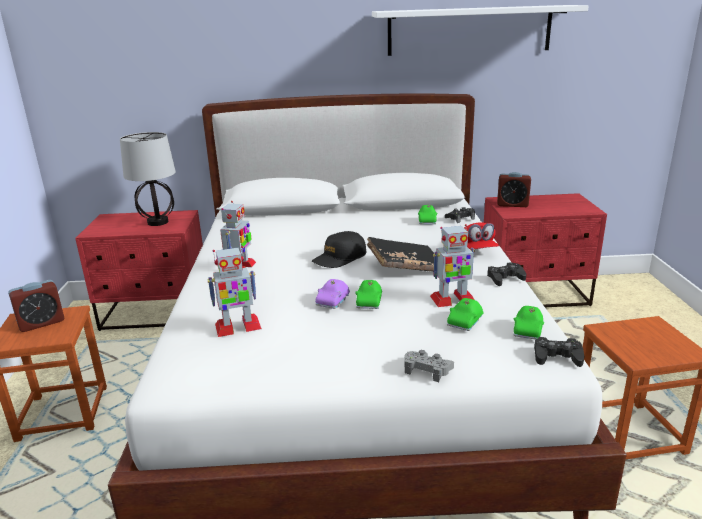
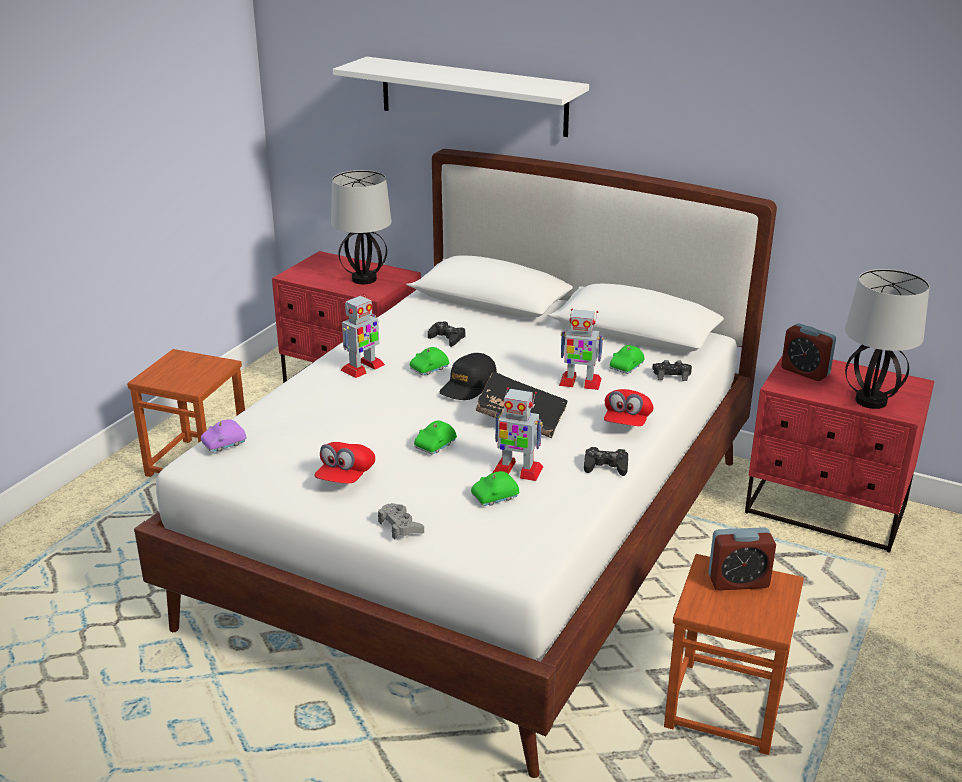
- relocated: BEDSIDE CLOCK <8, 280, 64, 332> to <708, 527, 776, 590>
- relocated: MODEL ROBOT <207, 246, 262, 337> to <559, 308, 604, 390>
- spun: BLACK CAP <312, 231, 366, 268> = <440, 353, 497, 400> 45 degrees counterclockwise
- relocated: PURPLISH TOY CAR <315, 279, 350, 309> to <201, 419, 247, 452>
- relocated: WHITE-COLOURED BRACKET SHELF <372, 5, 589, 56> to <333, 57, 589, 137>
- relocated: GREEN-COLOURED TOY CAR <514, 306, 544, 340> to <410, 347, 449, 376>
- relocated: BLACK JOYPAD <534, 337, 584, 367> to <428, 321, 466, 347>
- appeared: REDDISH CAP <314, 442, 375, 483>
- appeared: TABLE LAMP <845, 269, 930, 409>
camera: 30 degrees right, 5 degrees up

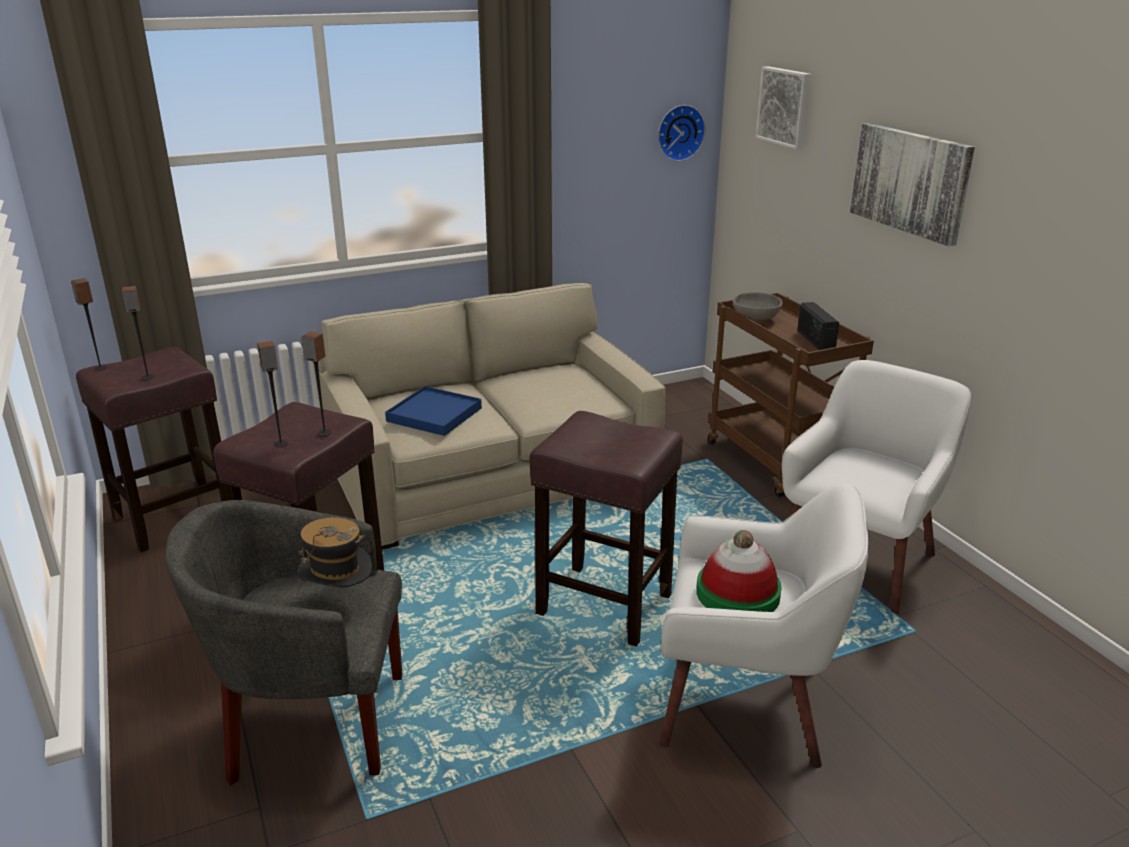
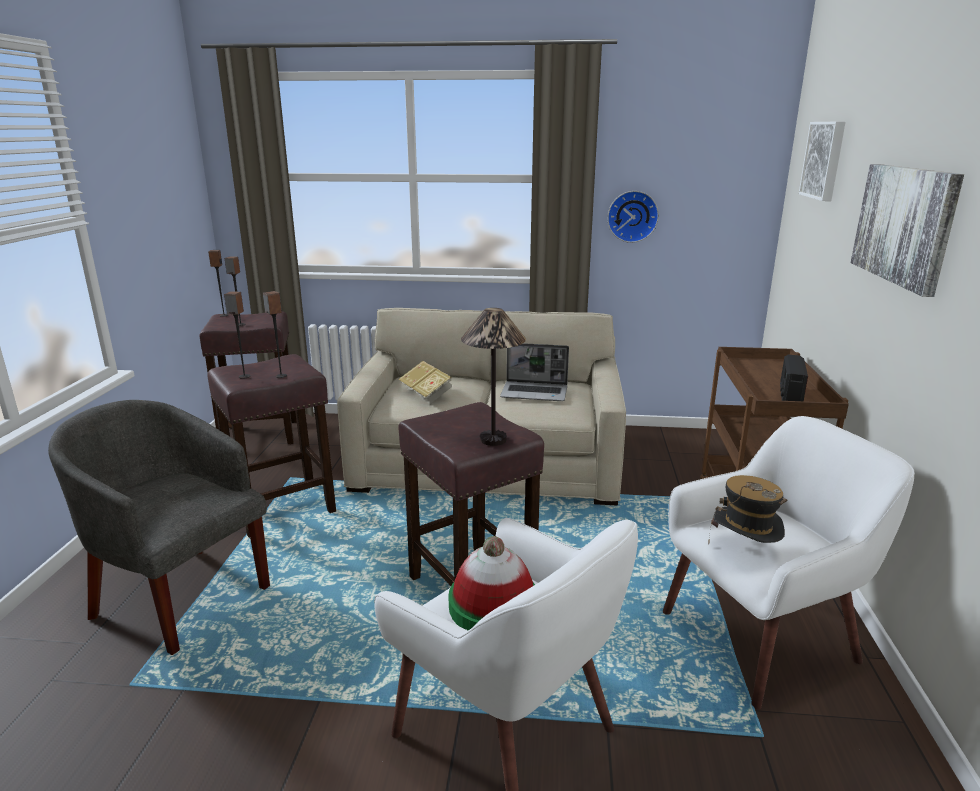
- relocated: HAT <298, 517, 372, 601> to <708, 475, 787, 545>
- exchanged: BLUE-COLOURED CARRYING TRAY <385, 386, 482, 436> to BOOK <398, 361, 453, 405>
- relocated: WALL CLOCK <658, 105, 706, 161> to <607, 191, 659, 243>
- missing: GREYISH BOWL <733, 292, 783, 320>
- appeared: TABLE LAMP <461, 308, 526, 446>
- appeared: LAPTOP <500, 343, 569, 401>
camera: 30 degrees right, 5 degrees down

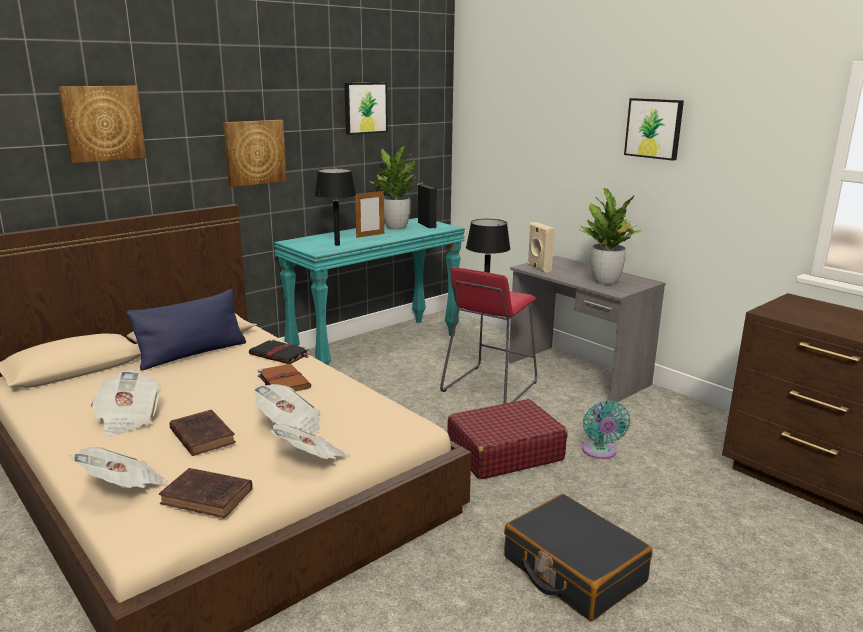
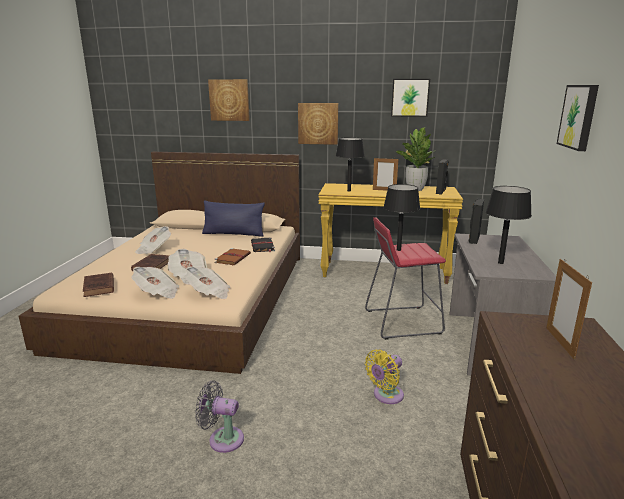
- relocated: NEWSPAPER <70, 447, 168, 488> to <185, 267, 230, 299>
- colour: TURQUOISE-COLOURED HALL TABLE <274, 218, 465, 365> to YELLOW-COLOURED HALL TABLE <318, 183, 463, 284>
- missing: REDDISH SUITCASE <447, 399, 568, 480>
- exchanged: BLACK SUITCASE <504, 494, 652, 621> to GREYISH FAN <195, 380, 244, 453>
- colour: SAND-COLOURED AUDIO SPEAKER <528, 222, 555, 273> to BLACK AUDIO SPEAKER <468, 198, 484, 244>
- exchanged: POTTED PLANT <581, 188, 643, 285> to BLACK TABLE LAMP <485, 186, 532, 264>
- colour: TURQUOISE-COLOURED FAN <582, 400, 630, 459> to YELLOW-COLOURED FAN <365, 349, 404, 404>
- appeared: PHOTO FRAME <546, 259, 592, 359>
camera: 50 degrees right, 0 degrees up

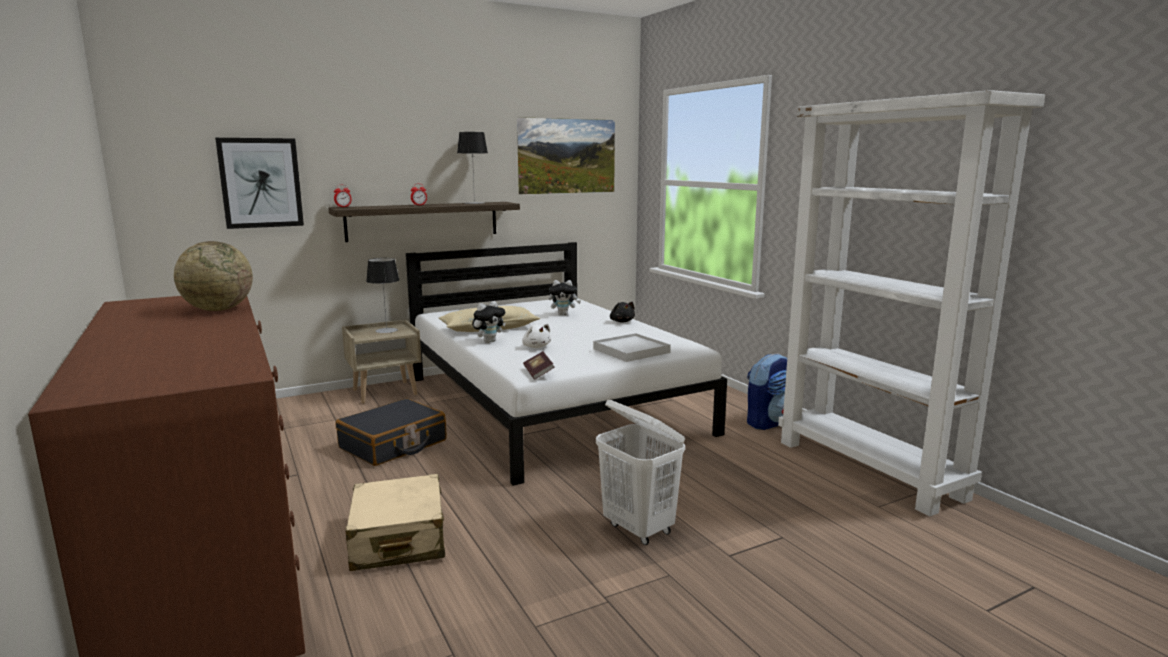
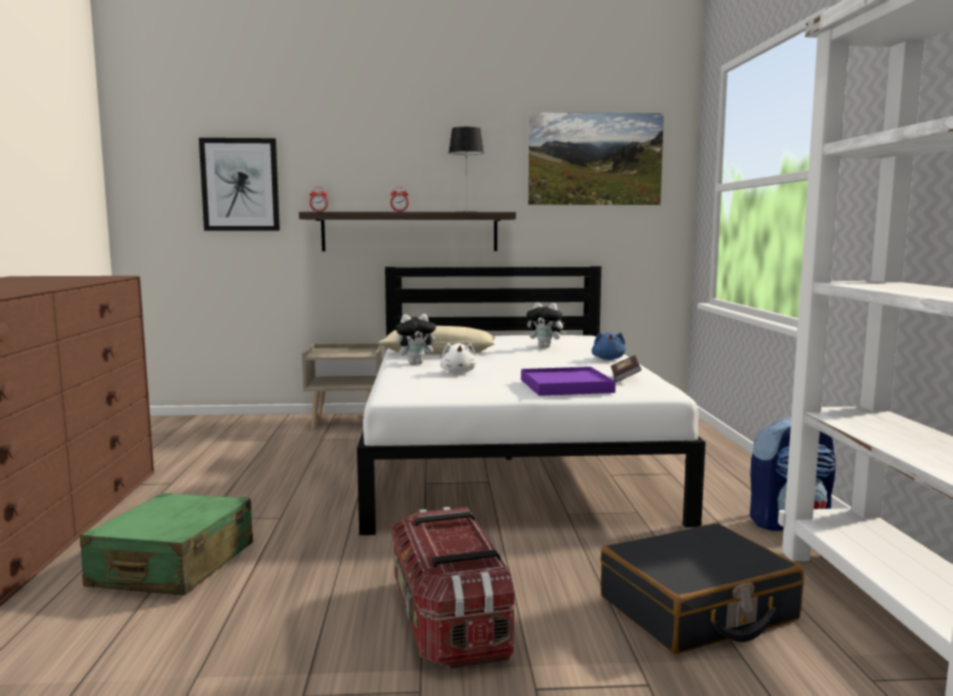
- missing: DESK GLOBE <174, 241, 253, 311>
- relocated: BLACK SUITCASE <336, 399, 446, 466> to <600, 523, 804, 654>
- colour: SAND-COLOURED SUITCASE <346, 474, 445, 571> to GREEN-COLOURED SUITCASE <79, 493, 253, 595>
- missing: TABLE LAMP <366, 258, 399, 333>
- relocated: BOOK <523, 351, 554, 379> to <611, 355, 642, 382>
- colour: WHITE-COLOURED CARRYING TRAY <593, 333, 671, 362> to PURPLISH CARRYING TRAY <521, 367, 616, 396>
- exchanged: WHITE-COLOURED WASHING BASKET <596, 400, 685, 545> to STORAGE BOX <391, 507, 514, 669>
- colour: BLACK CUDDLY TOY <610, 302, 635, 323> to BLUE-COLOURED CUDDLY TOY <592, 332, 626, 360>
camera: 25 degrees right, 5 degrees down

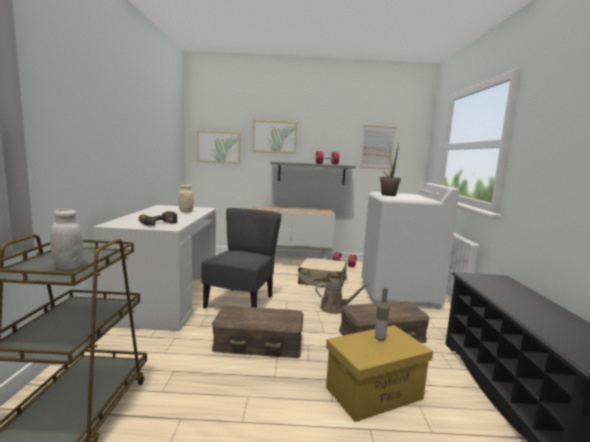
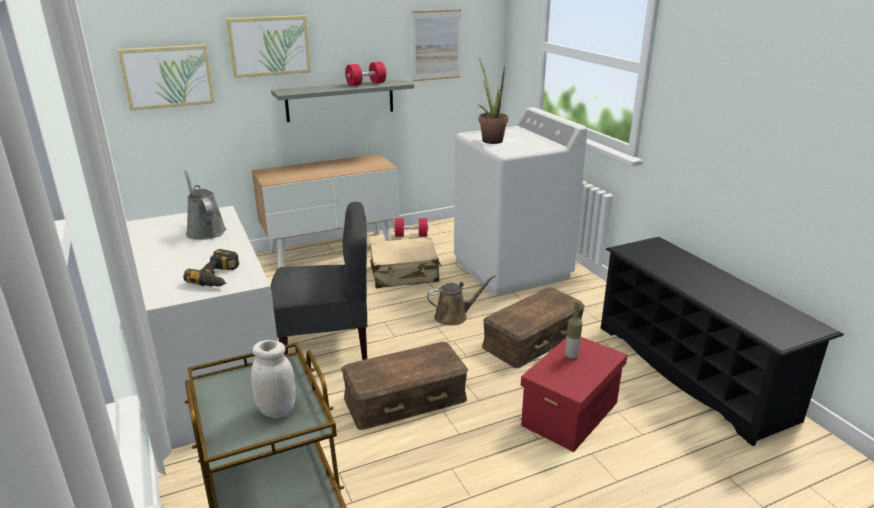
- exchanged: SAND-COLOURED JAR <178, 184, 194, 213> to GREYISH WATERING CAN <184, 171, 226, 240>
- spun: GREYISH PLAIN CHAIR <201, 208, 282, 308> = <271, 202, 367, 360> 90 degrees clockwise
- colour: YELLOW-COLOURED STORAGE BOX <326, 325, 433, 422> to REDDISH STORAGE BOX <521, 337, 627, 452>
camera: 25 degrees left, 15 degrees up

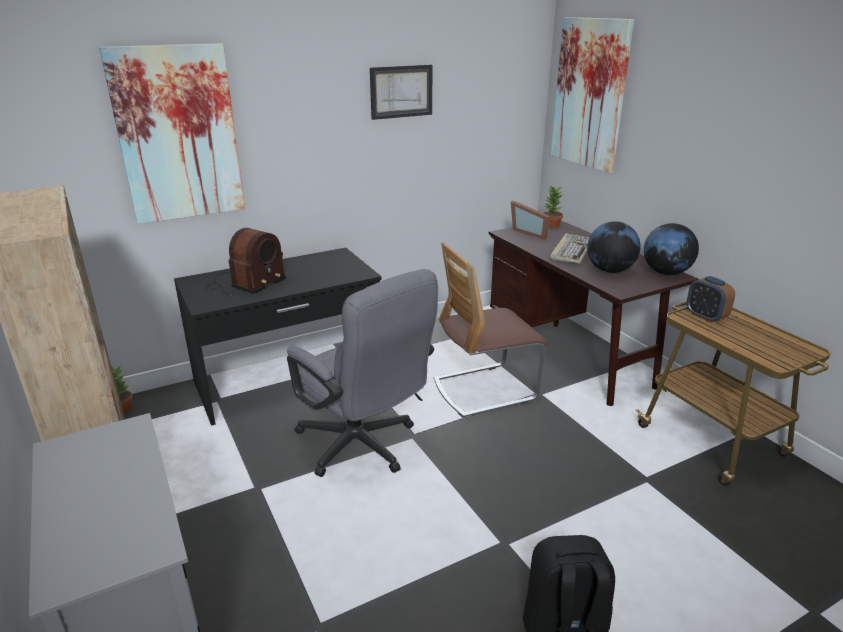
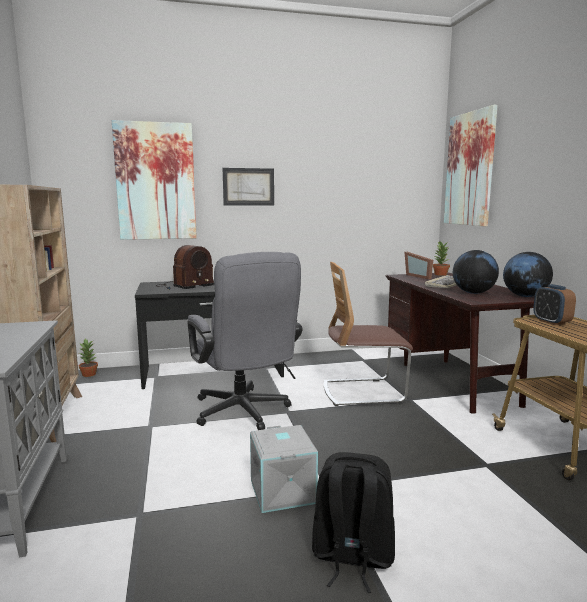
- relocated: WALL PICTURE <370, 65, 432, 120> to <223, 168, 274, 206>
- appeared: GREYISH STORAGE BOX <250, 425, 318, 513>
camera: 15 degrees right, 15 degrees down

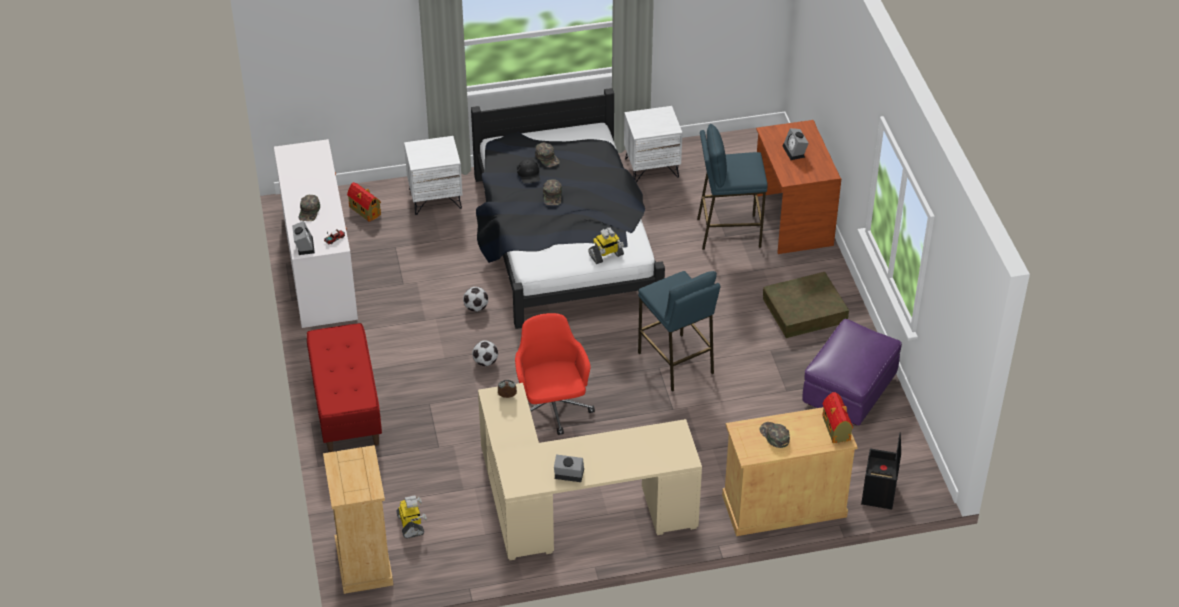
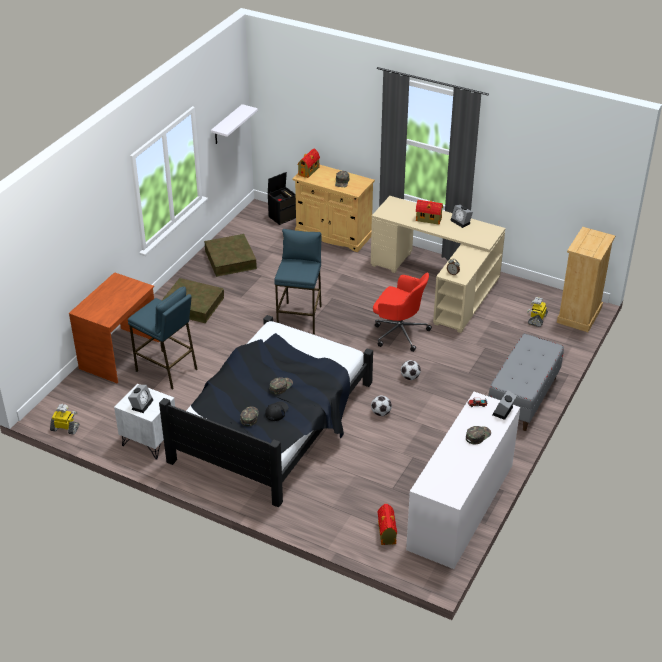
- colour: REDDISH LONG SEAT <307, 323, 382, 452> to GREYISH LONG SEAT <488, 334, 564, 431>
- missing: WHITE-COLOURED NIGHTSTAND <404, 136, 462, 215>
- spun: REDDISH COMPUTER CHAIR <515, 313, 595, 435> = <373, 273, 432, 352> 90 degrees counterclockwise
- relocated: MODEL ROBOT <588, 227, 624, 264> to <50, 404, 79, 435>
- relocated: BEDSIDE CLOCK <783, 128, 809, 160> to <128, 385, 153, 413>
- exchanged: PURPLISH POUFFE <803, 319, 902, 425> to BROWN-COLOURED STORAGE BOX <204, 234, 257, 277>
- appeared: WHITE-COLOURED BRACKET SHELF <211, 104, 258, 144>
- appeared: MINIATURE HOUSE <416, 200, 443, 225>
camera: 140 degrees left, 5 degrees down

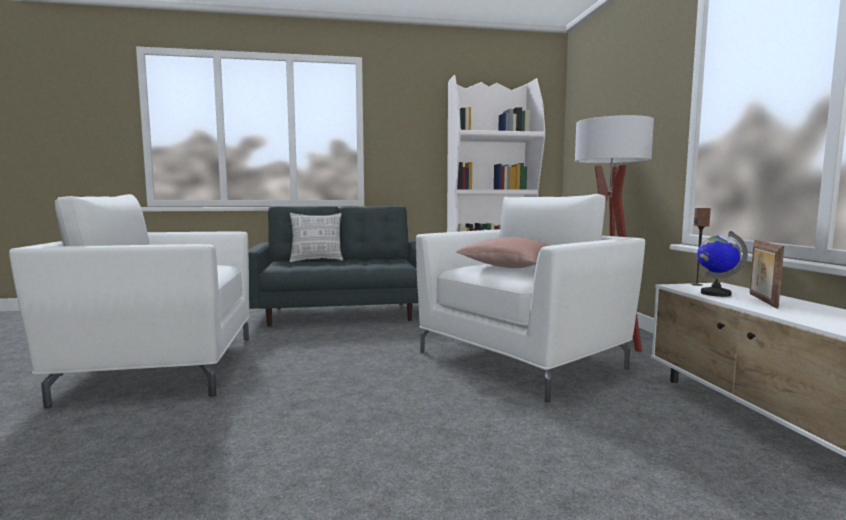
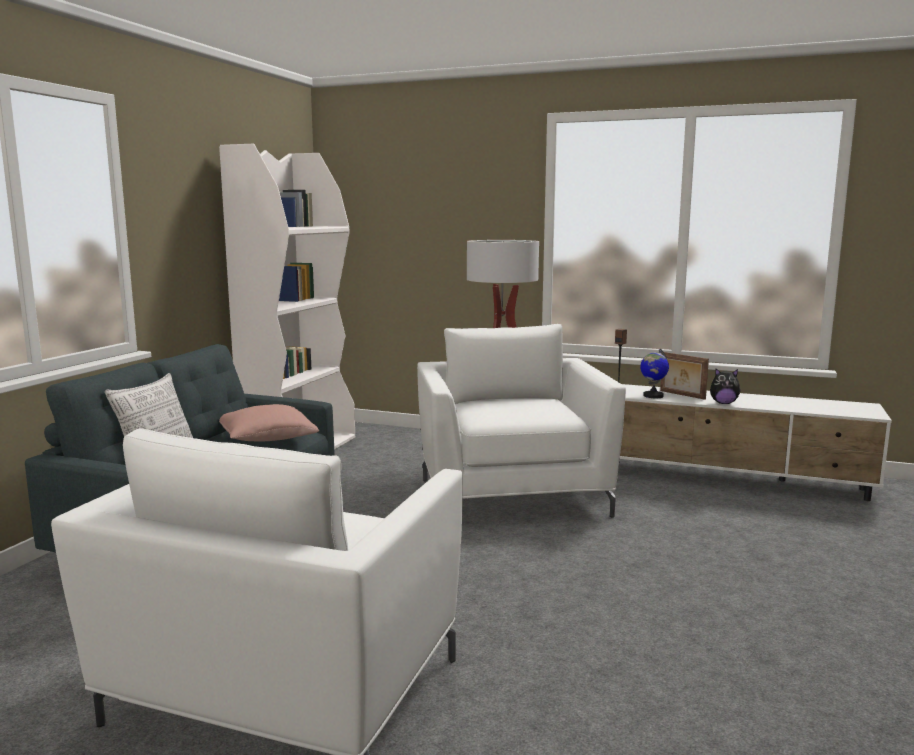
- relocated: PINK-COLOURED THROW PILLOW <456, 237, 550, 268> to <219, 404, 319, 441>
- appeared: CUDDLY TOY <710, 369, 741, 404>
camera: 60 degrees left, 5 degrees up

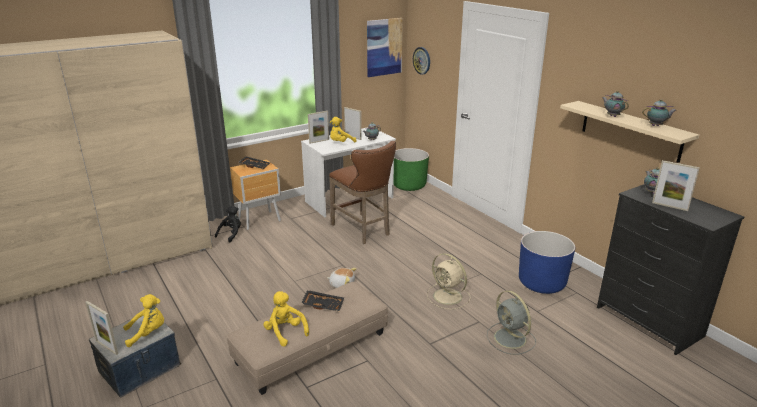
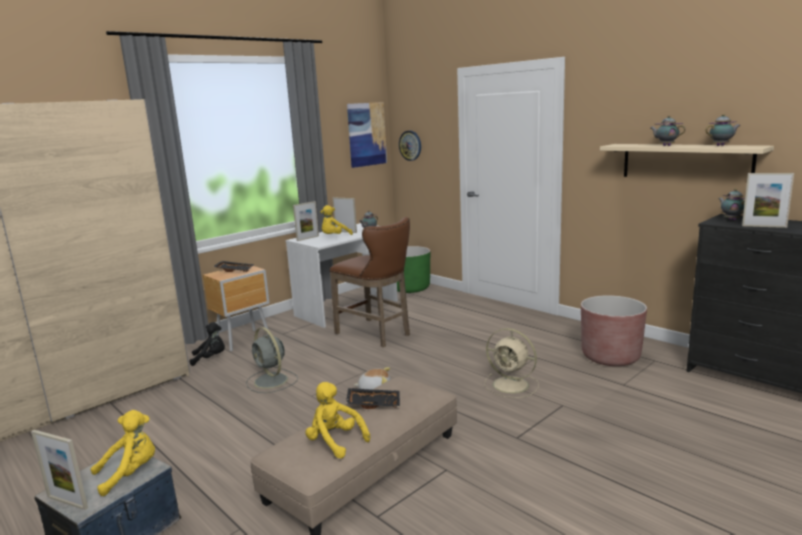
- spun: BLACK CUDDLY TOY <215, 206, 241, 242> = <190, 322, 225, 366> 60 degrees clockwise
- relocated: GREYISH FAN <487, 290, 536, 355> to <246, 327, 298, 393>
- colour: BLUE-COLOURED FLOWER POT <519, 231, 575, 294> to BROWN-COLOURED FLOWER POT <581, 295, 647, 366>
camera: 10 degrees left, 10 degrees down

